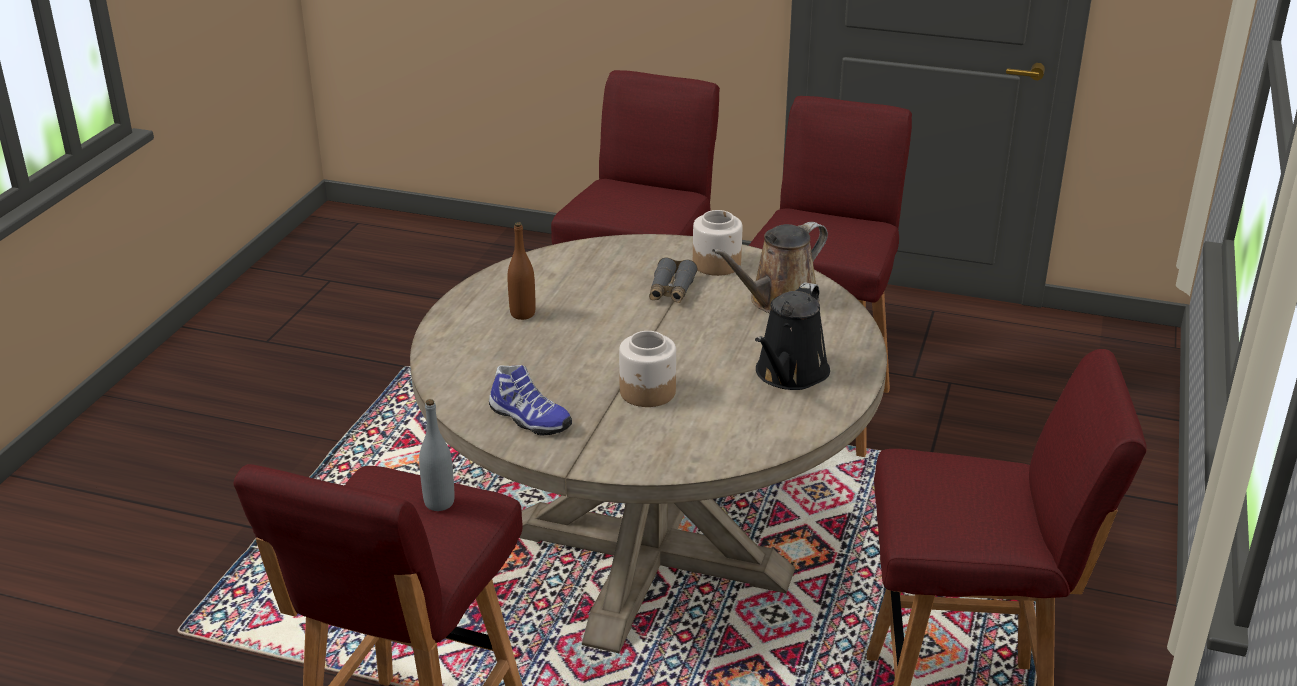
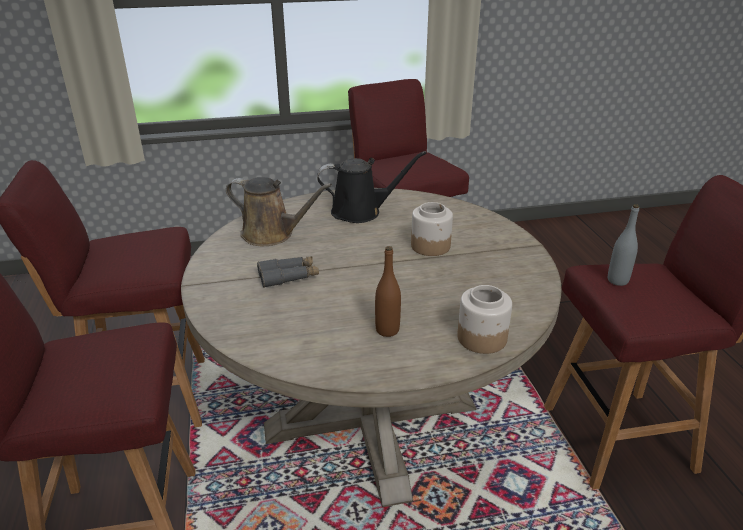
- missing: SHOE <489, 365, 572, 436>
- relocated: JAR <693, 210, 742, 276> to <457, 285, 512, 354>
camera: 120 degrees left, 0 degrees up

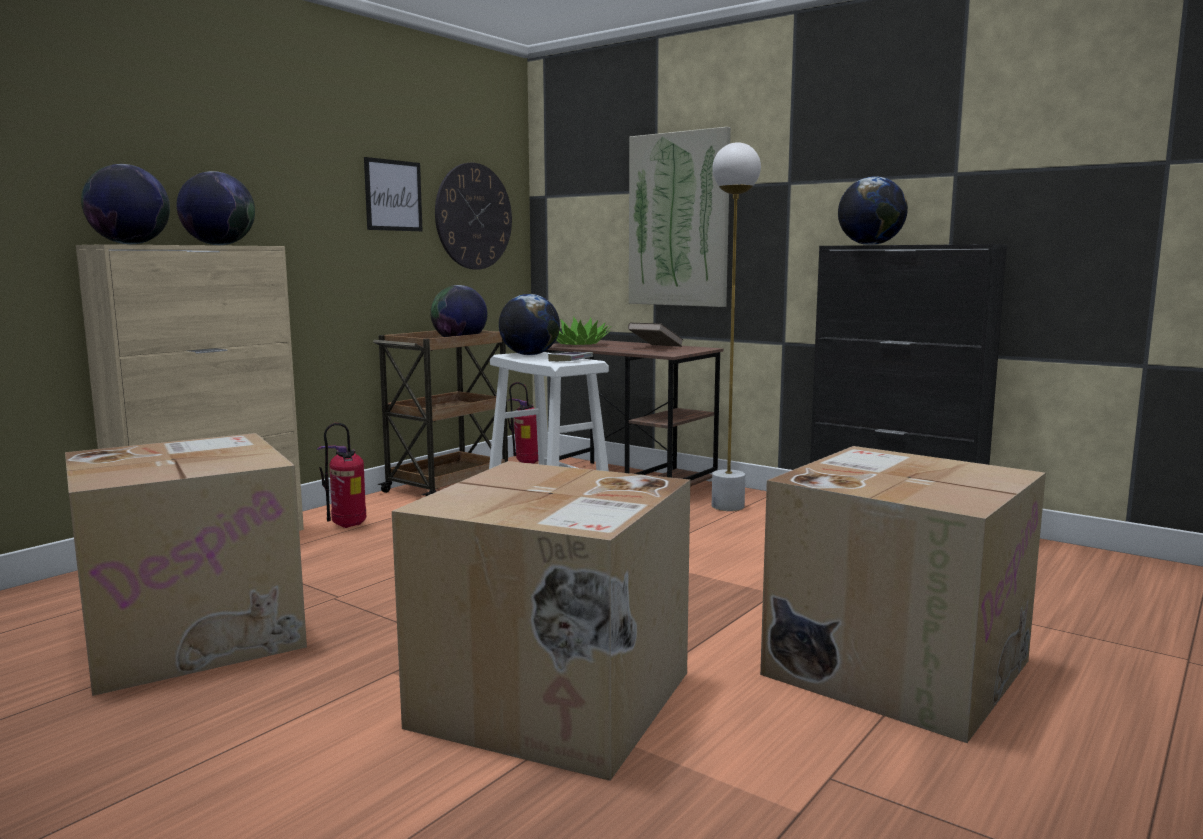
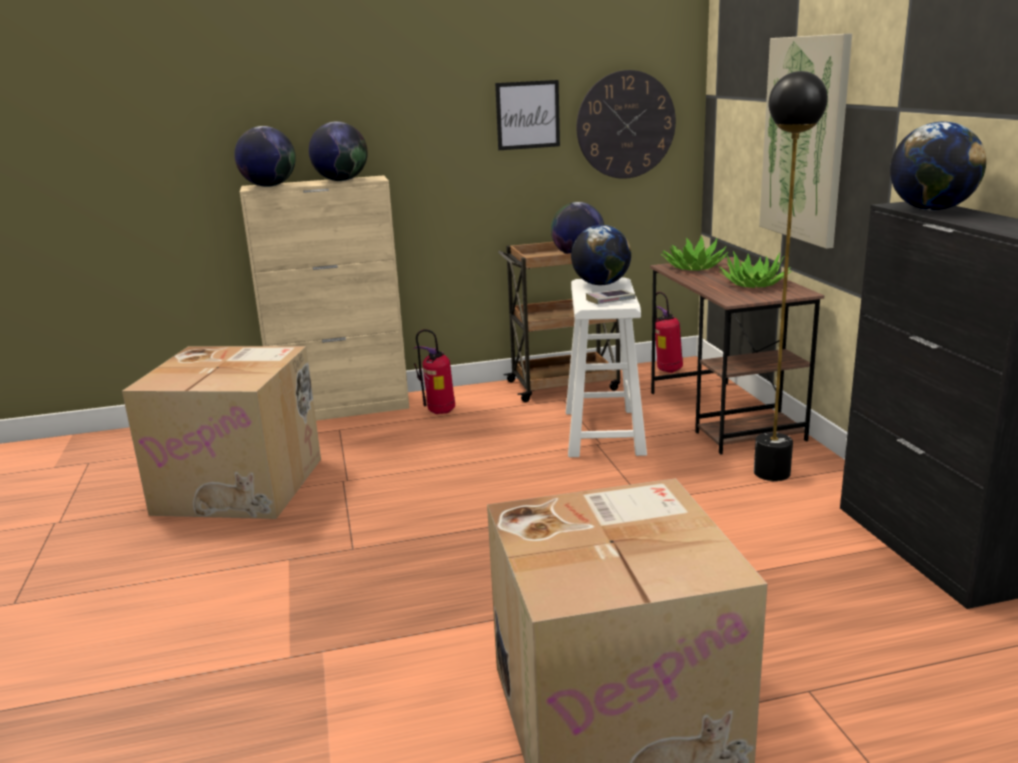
- missing: PACKING BOX <392, 461, 690, 781>
- exchanged: BROWN-COLOURED BOOK <628, 322, 683, 347> to POTTED PLANT <718, 251, 792, 288>
- colour: WHITE-COLOURED STANDARD LAMP <712, 142, 761, 511> to BLACK STANDARD LAMP <754, 71, 828, 481>
camera: 40 degrees right, 10 degrees up

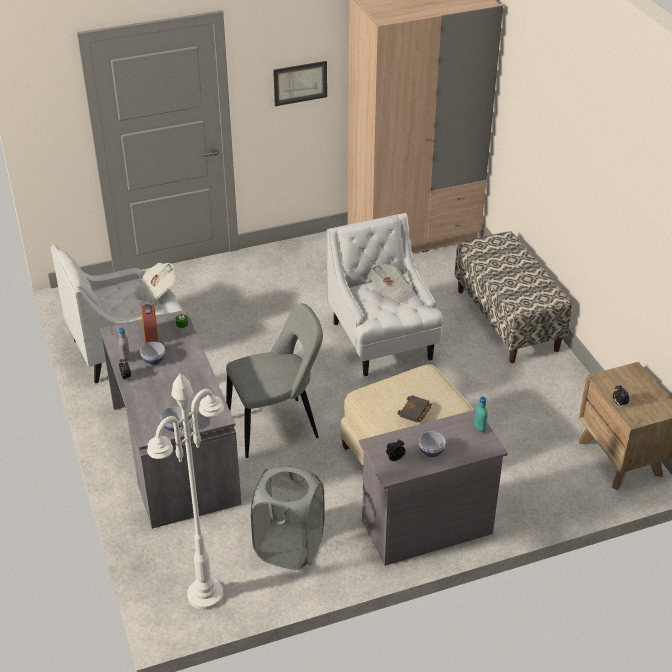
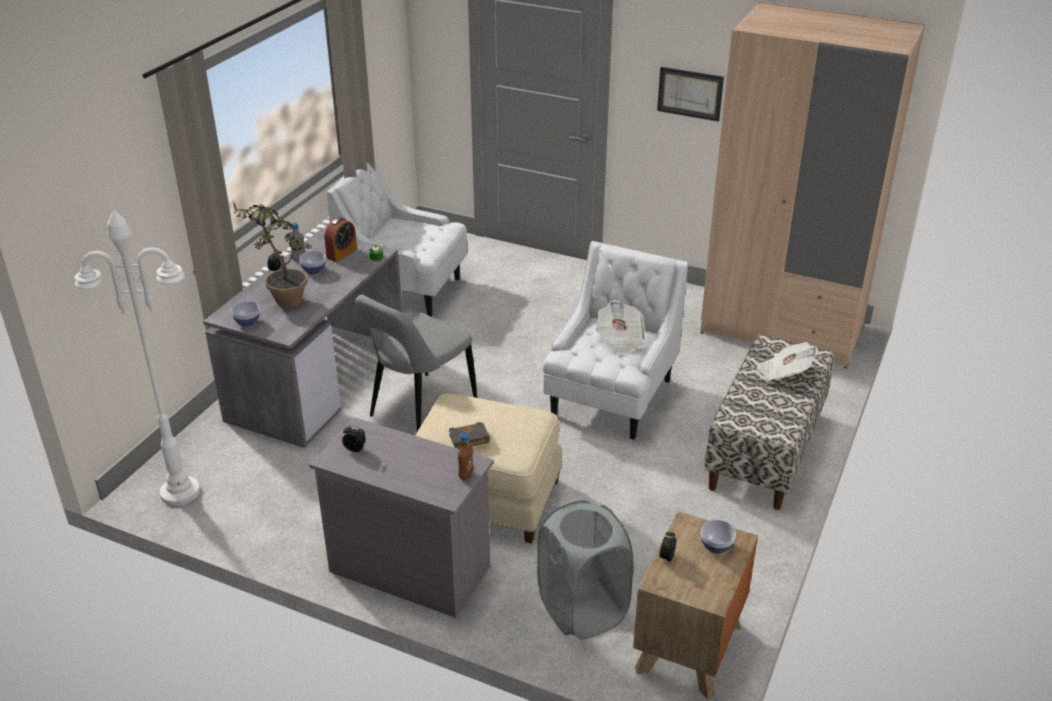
- relocated: NEWSPAPER <133, 263, 176, 303> to <757, 342, 819, 381>
- spun: GREYISH PLAIN CHAIR <226, 304, 323, 458> = <355, 295, 477, 432> 105 degrees clockwise
- relocated: GREYISH WASHING BASKET <251, 464, 325, 570> to <537, 500, 634, 640>
- relocated: BOWL <419, 431, 446, 457> to <701, 520, 736, 554>
- colour: TURQUOISE-COLOURED DRINK BOTTLE <474, 397, 488, 432> to BROWN-COLOURED DRINK BOTTLE <458, 433, 473, 480>
- appeared: POTTED PLANT <233, 201, 312, 308>
camera: 45 degrees right, 5 degrees down

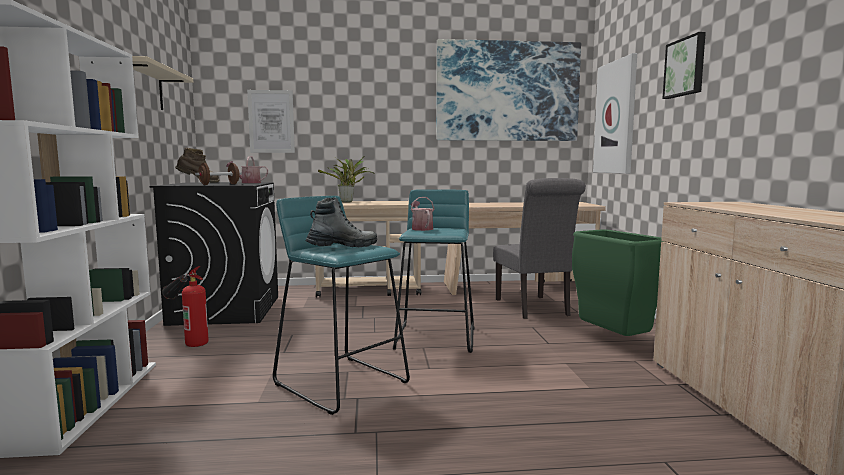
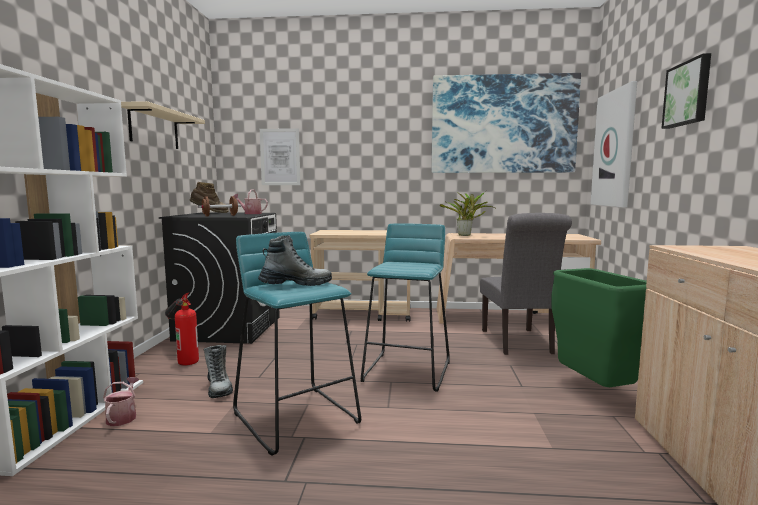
- relocated: POTTED PLANT <318, 157, 375, 202> to <440, 192, 495, 236>
- relocated: WATERING CAN <411, 197, 434, 231> to <103, 377, 139, 426>
- appeared: TALL BOOT <204, 345, 233, 398>
camera: 10 degrees right, 0 degrees up

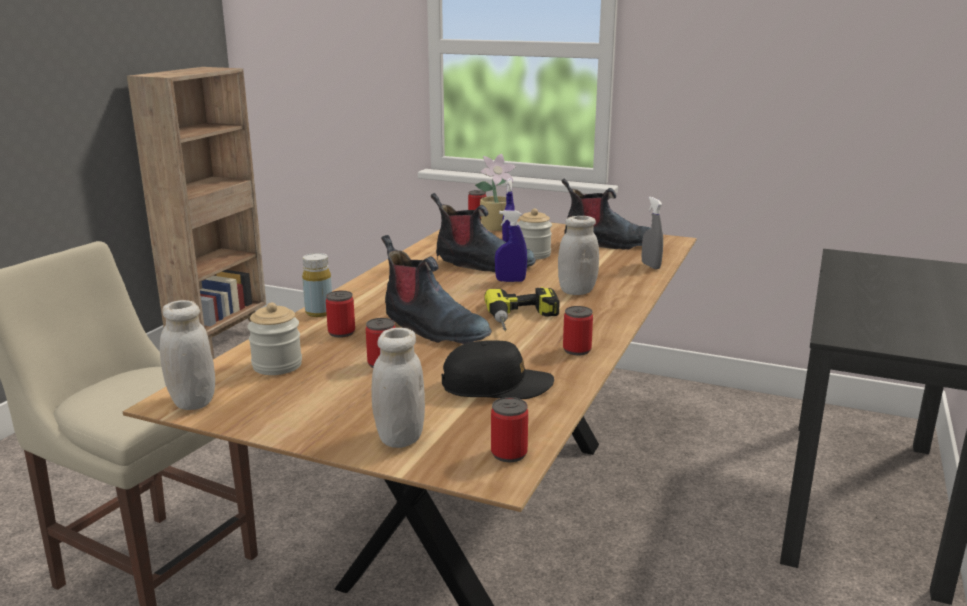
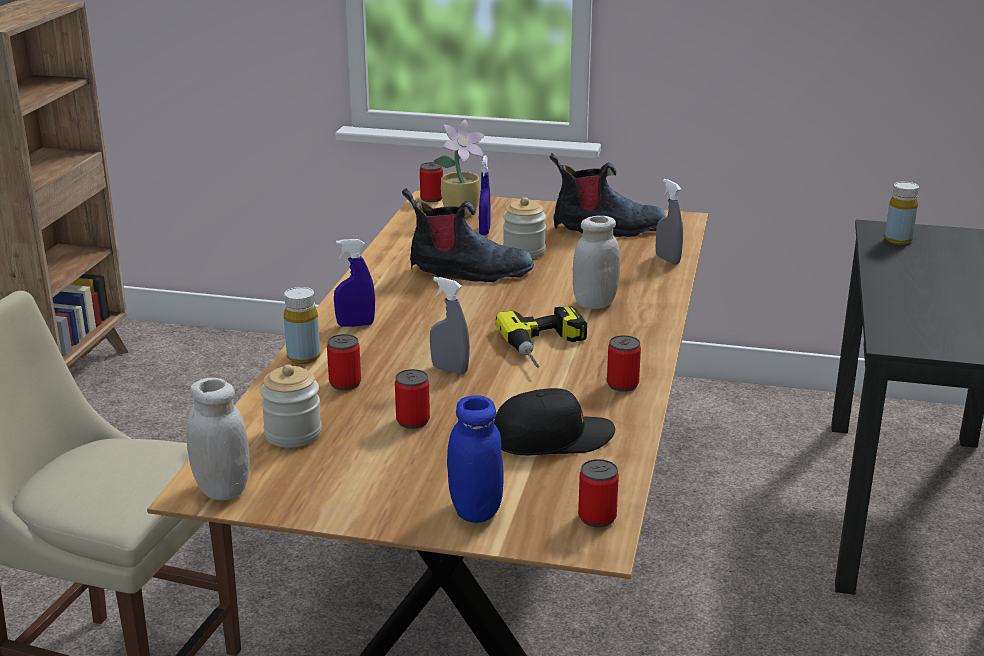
- colour: WHITE-COLOURED JAR <371, 328, 425, 448> to BLUE-COLOURED JAR <447, 395, 504, 523>
- exchanged: TALL BOOT <381, 235, 492, 344> to GREYISH HAND SPRAYER <430, 277, 470, 374>
- relocated: BLUE-COLOURED HAND SPRAYER <495, 210, 527, 282> to <334, 239, 375, 327>
- appeared: YELLOW-COLOURED DRINK BOTTLE <885, 182, 919, 244>
camera: 10 degrees left, 5 degrees up

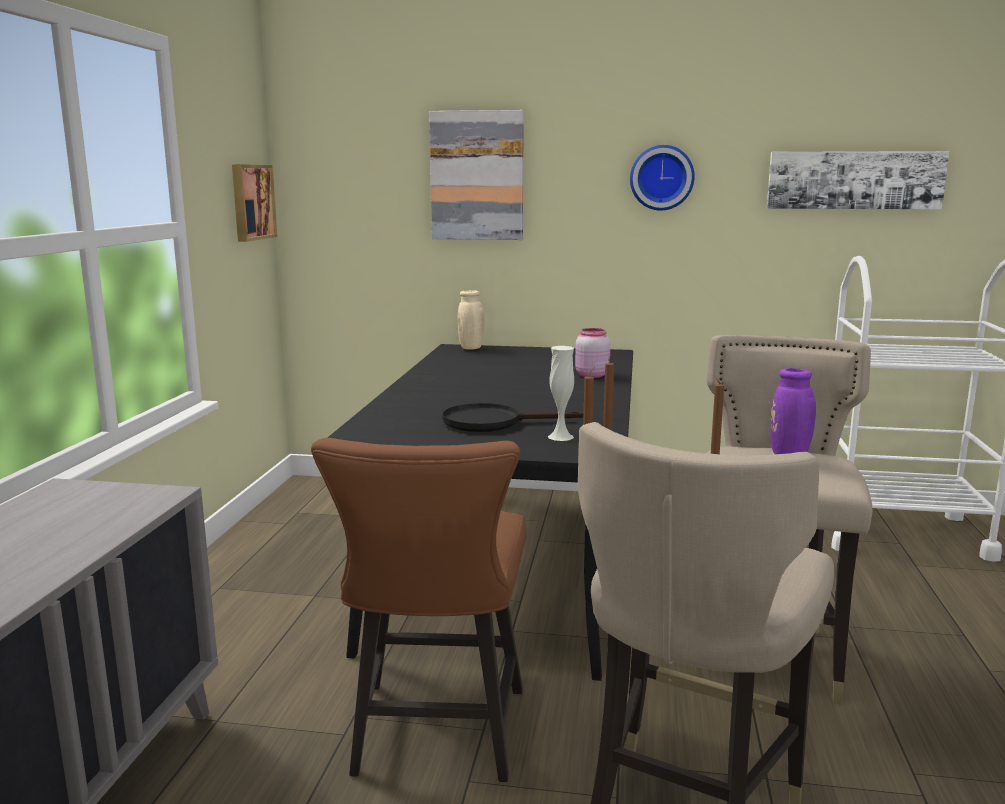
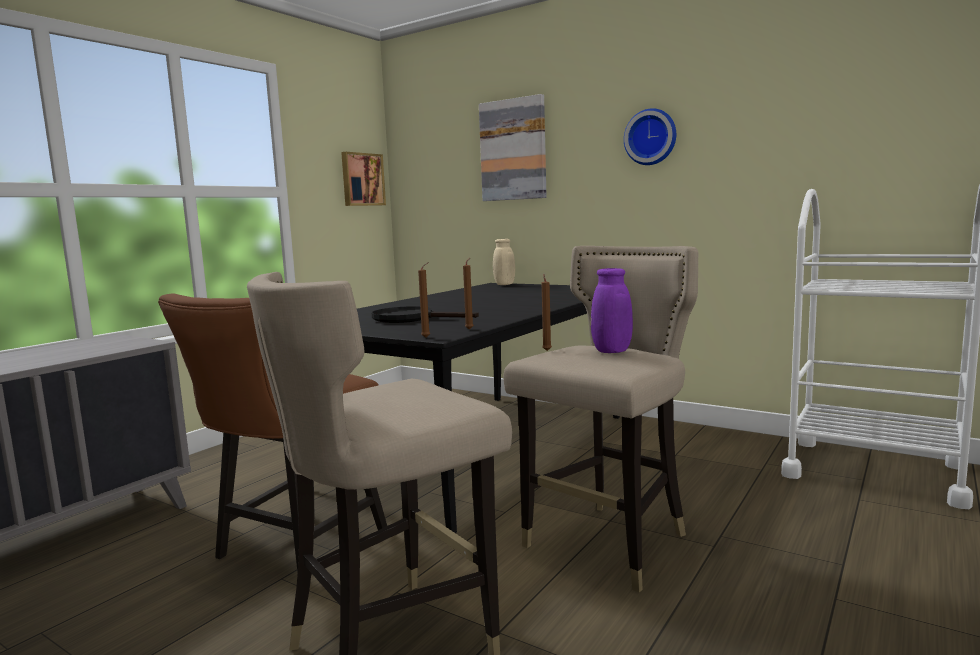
- missing: WHITE-COLOURED VASE <548, 346, 574, 441>
- missing: PINK-COLOURED JAR <575, 328, 610, 378>
- missing: WALL PICTURE <767, 151, 949, 210>
camera: 25 degrees right, 5 degrees down

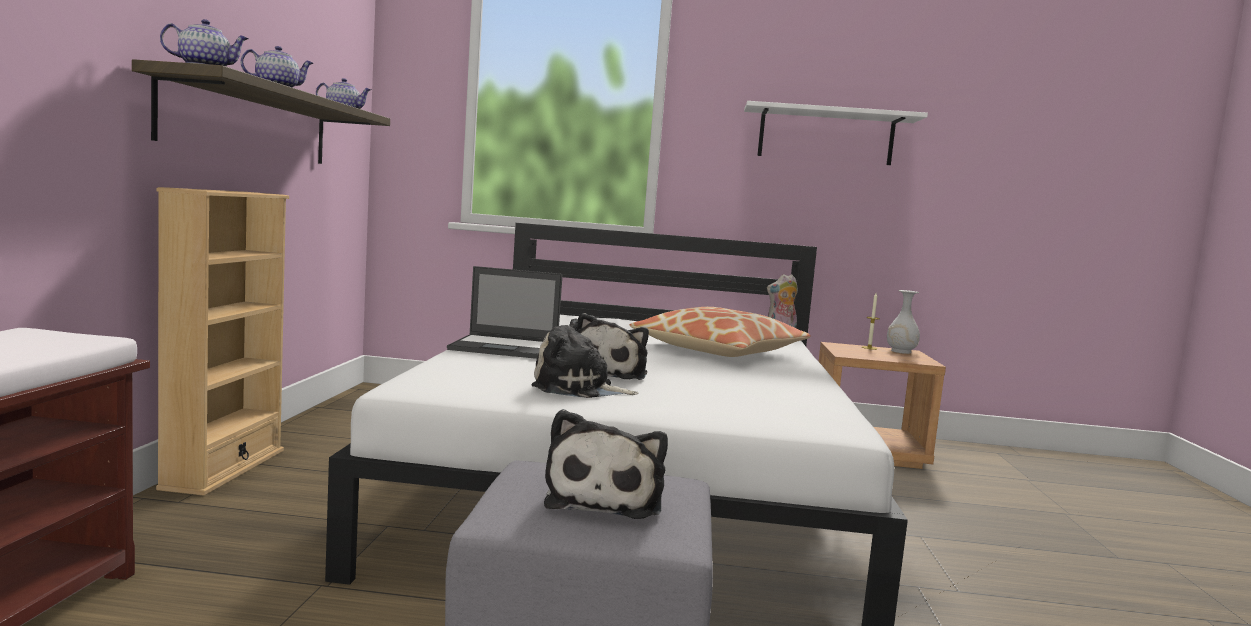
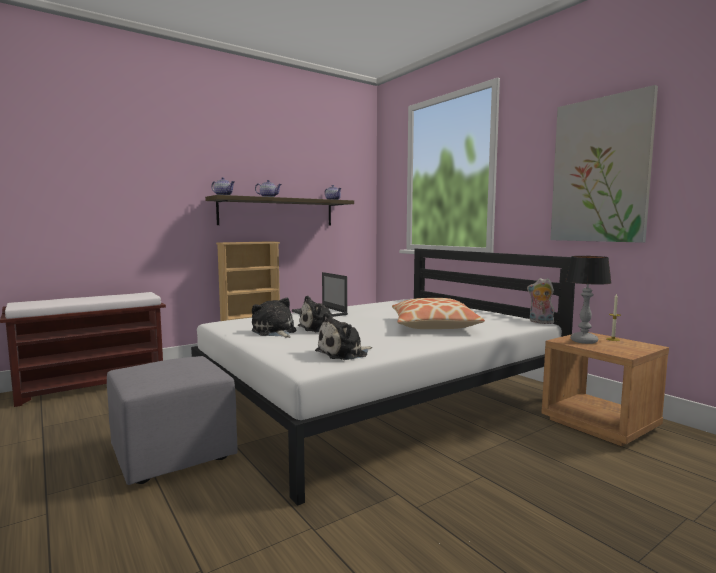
- relocated: CUDDLY TOY <544, 409, 668, 519> to <315, 313, 372, 360>
- exchanged: WHITE-COLOURED BRACKET SHELF <744, 101, 928, 165> to WALL PICTURE <550, 85, 658, 243>
- missing: WHITE-COLOURED VASE <887, 290, 920, 354>
- appeared: TABLE LAMP <565, 256, 611, 344>
camera: 50 degrees right, 0 degrees up

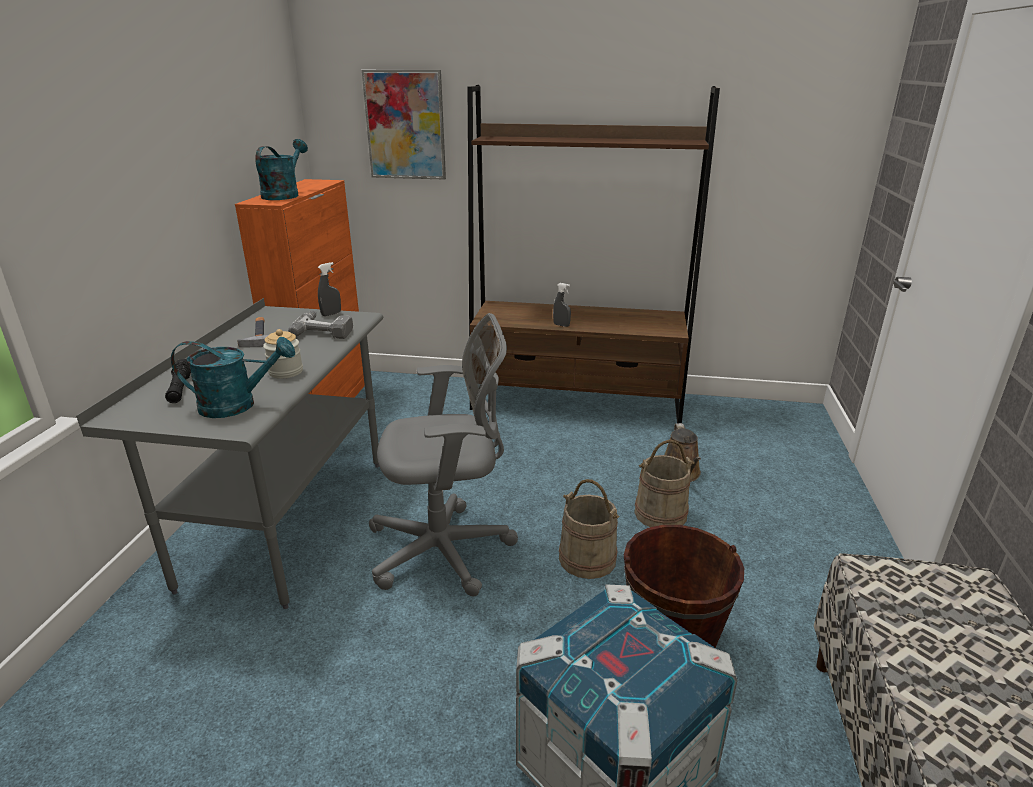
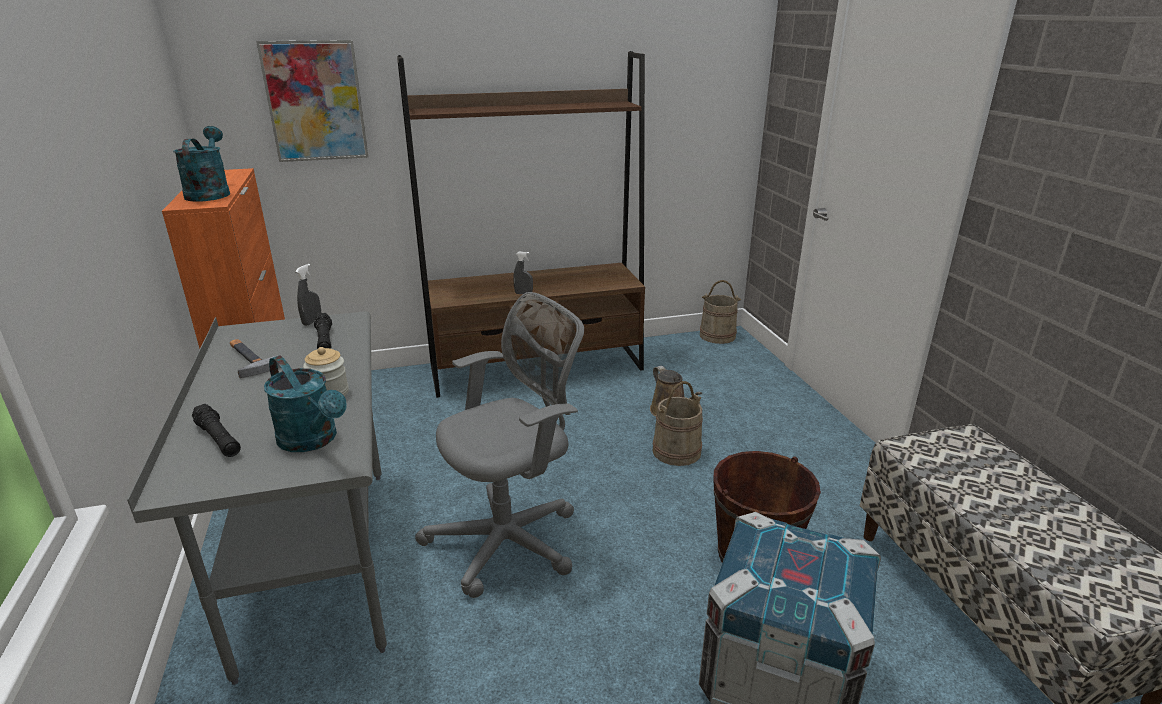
- spun: TURQUOISE-COLOURED WATERING CAN <171, 337, 295, 418> = <264, 355, 347, 452> 75 degrees clockwise
- exchanged: POWER DRILL <288, 311, 353, 339> to BLACK TORCH <314, 313, 332, 349>
- relocated: SAND-COLOURED BUCKET <559, 479, 619, 579> to <700, 280, 741, 344>
camera: 25 degrees left, 0 degrees up

